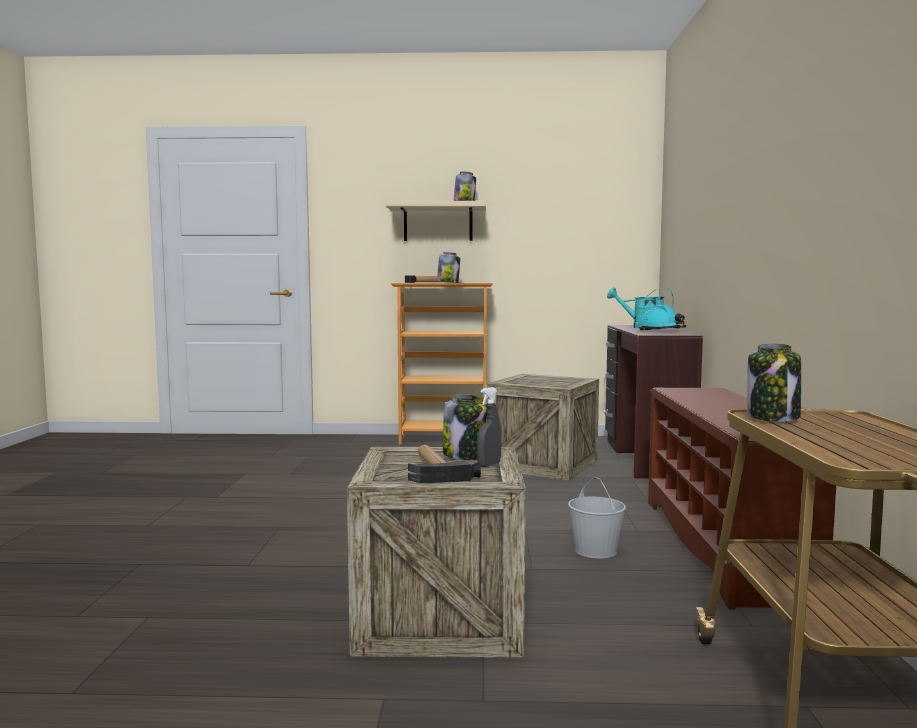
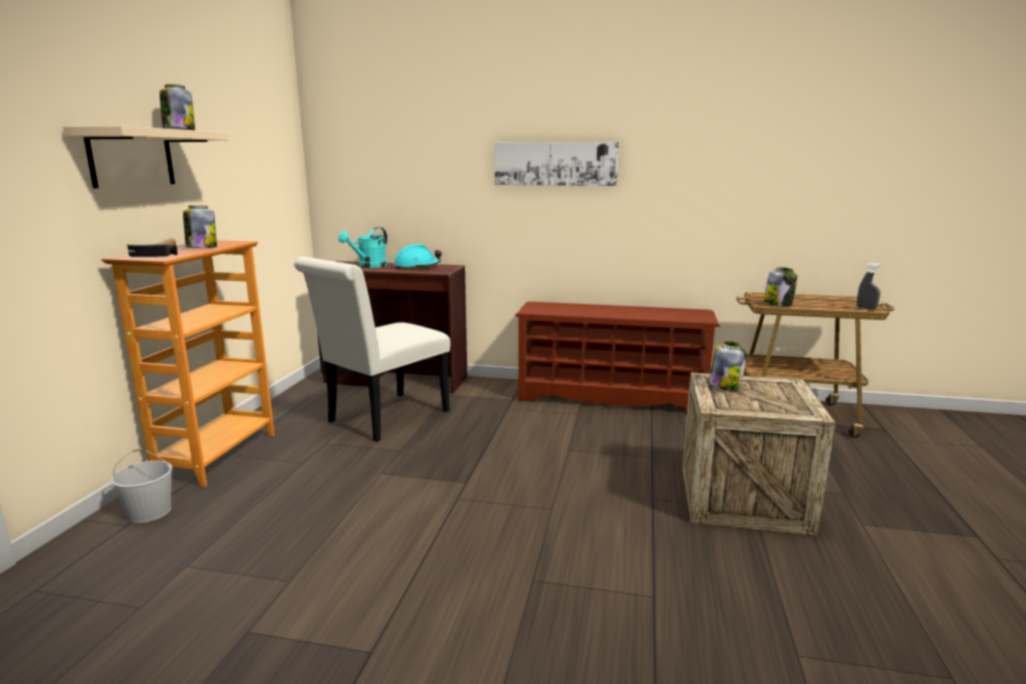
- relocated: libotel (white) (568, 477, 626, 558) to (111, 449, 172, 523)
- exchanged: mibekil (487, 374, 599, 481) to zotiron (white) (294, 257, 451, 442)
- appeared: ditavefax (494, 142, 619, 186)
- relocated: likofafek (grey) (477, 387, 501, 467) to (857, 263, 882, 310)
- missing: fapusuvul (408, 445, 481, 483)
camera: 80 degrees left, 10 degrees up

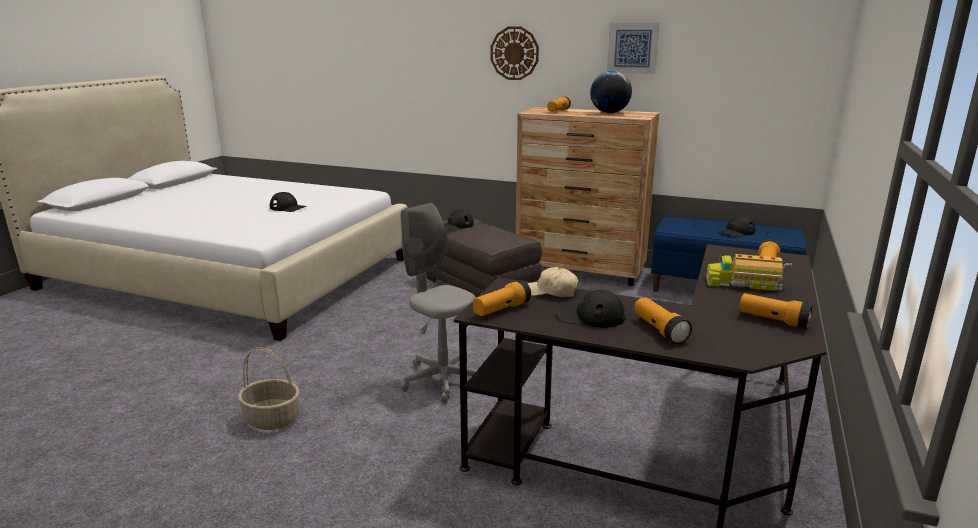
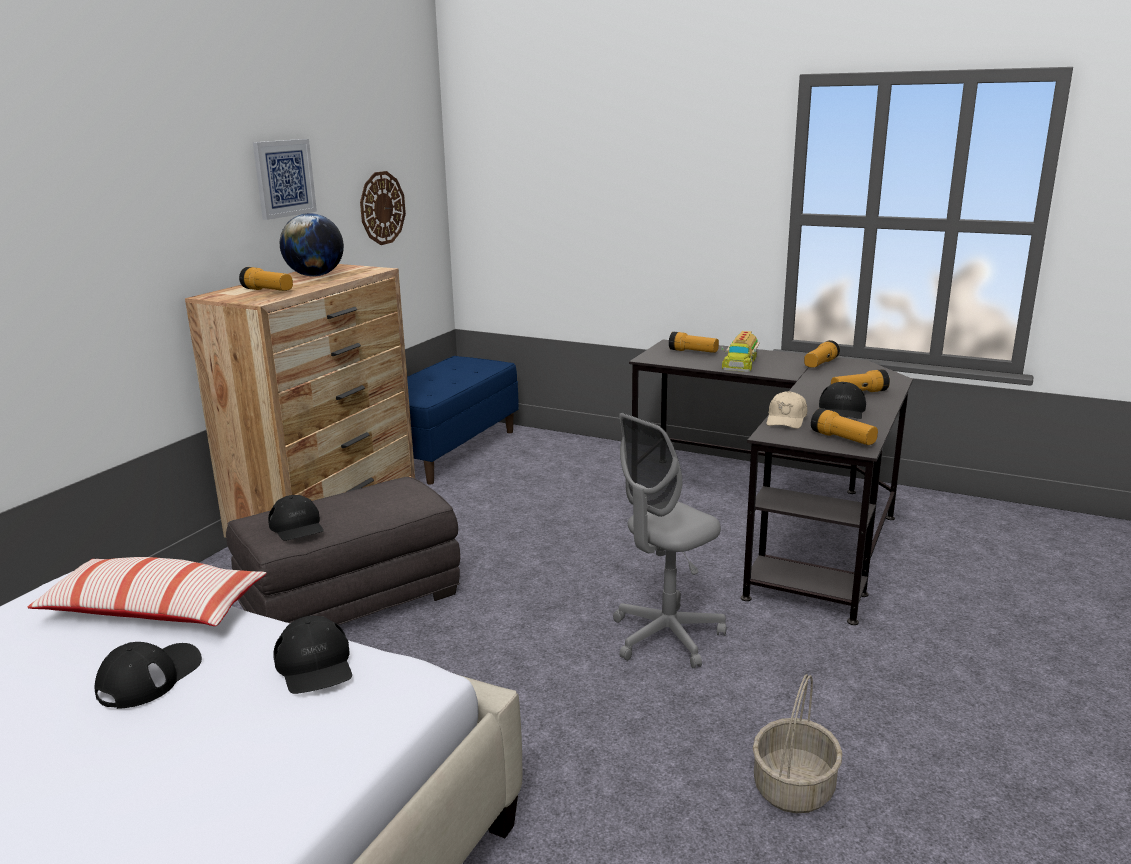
- appeared: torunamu (28, 557, 267, 626)
- relocated: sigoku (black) (719, 215, 756, 237) to (273, 616, 352, 694)
- relocated: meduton (490, 27, 539, 80) to (360, 171, 406, 245)
camera: 85 degrees left, 0 degrees up

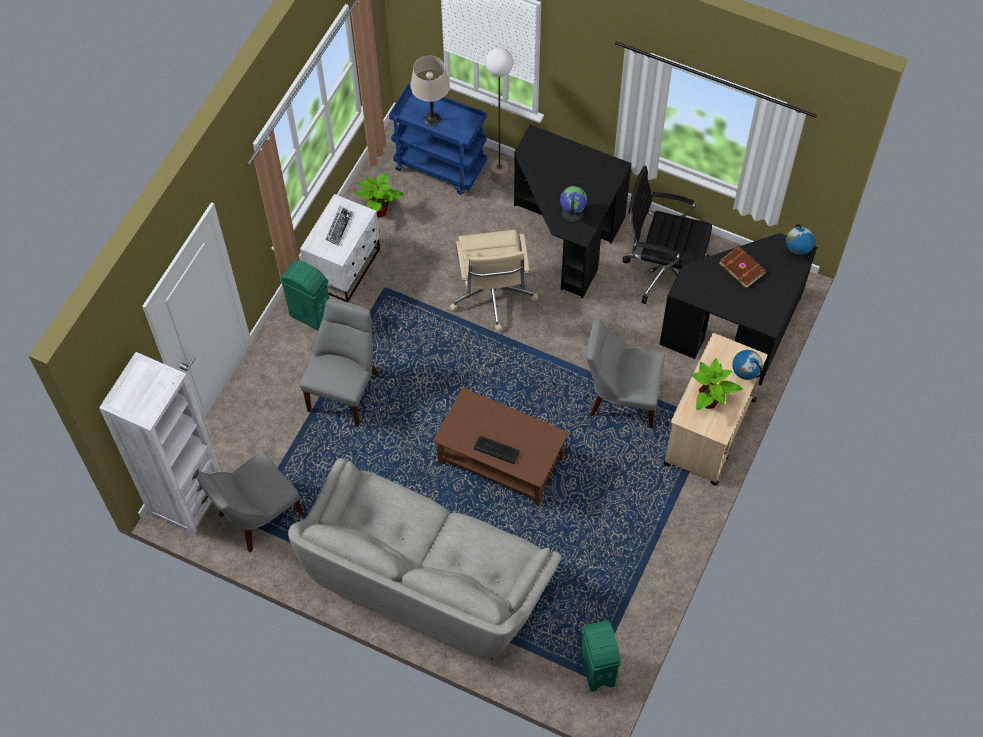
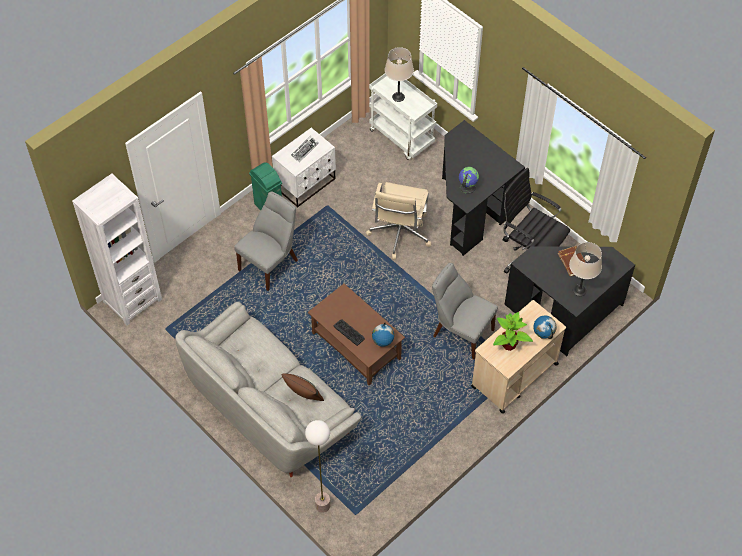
- appeared: torunamu (brown) (282, 374, 324, 401)
- relocated: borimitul (485, 48, 513, 184) to (305, 420, 330, 513)
- colour: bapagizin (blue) (389, 83, 487, 195) to bapagizin (white) (369, 74, 437, 160)
- relocated: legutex (786, 224, 815, 256) to (372, 323, 394, 347)
- appeared: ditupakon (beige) (569, 242, 602, 296)
- missing: zotiron (grey) (197, 451, 304, 553)
- missing: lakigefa (355, 173, 404, 218)
- missing: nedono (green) (580, 620, 621, 692)
camera: 20 degrees right, 5 degrees down

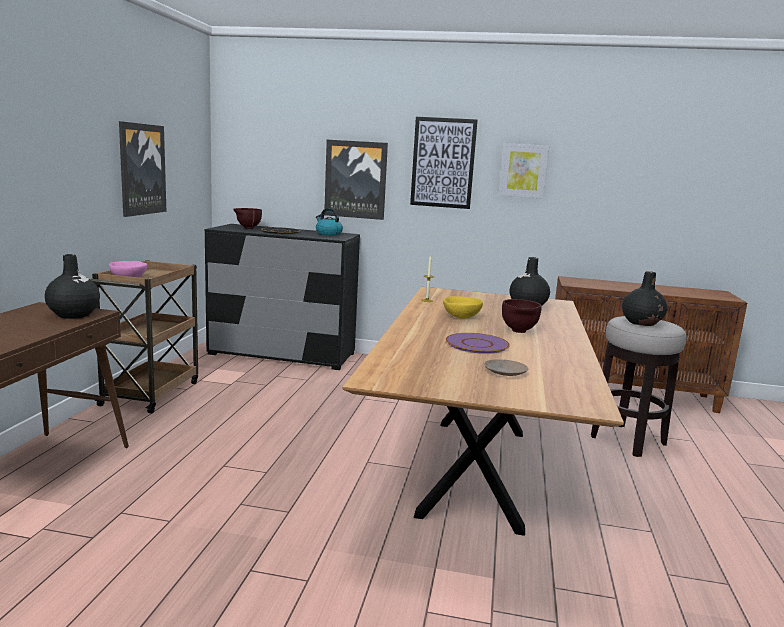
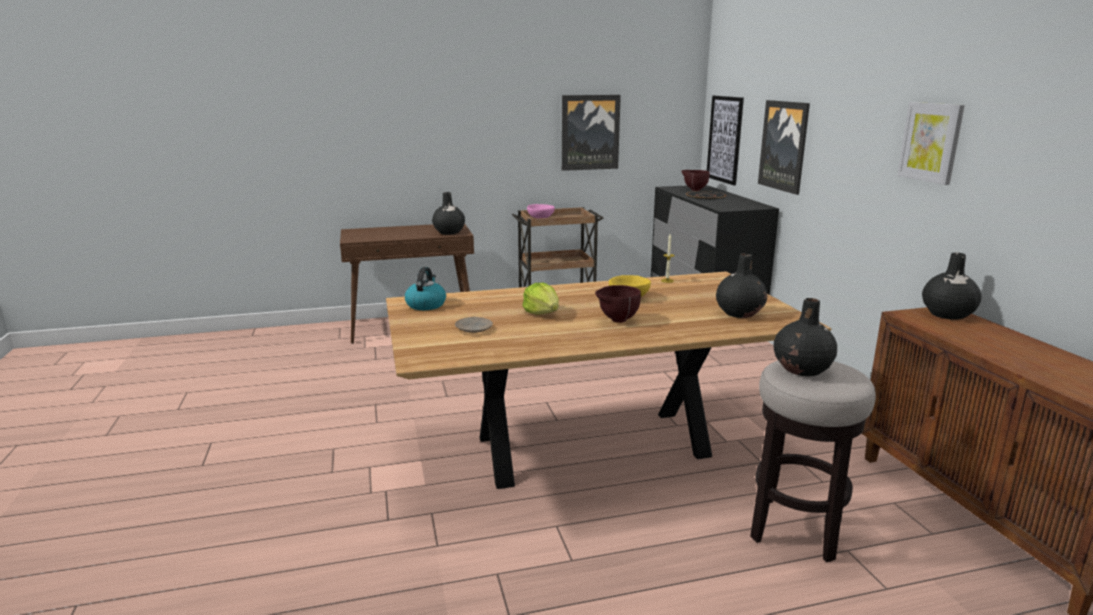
- relocated: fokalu (316, 208, 343, 235) to (405, 267, 446, 310)
- exchanged: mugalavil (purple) (446, 333, 510, 354) to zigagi (522, 283, 559, 314)
- relocated: ditavefax (410, 117, 478, 209) to (707, 96, 744, 185)
- appeared: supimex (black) (922, 253, 982, 320)
camera: 65 degrees right, 5 degrees up

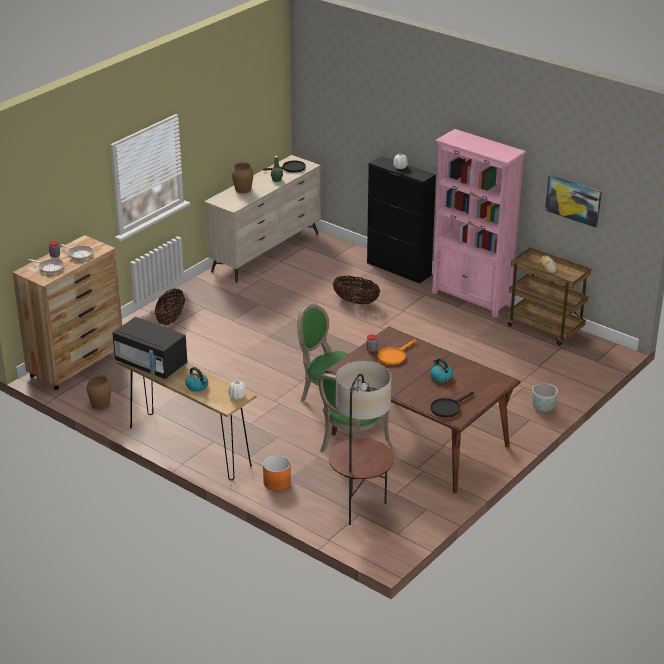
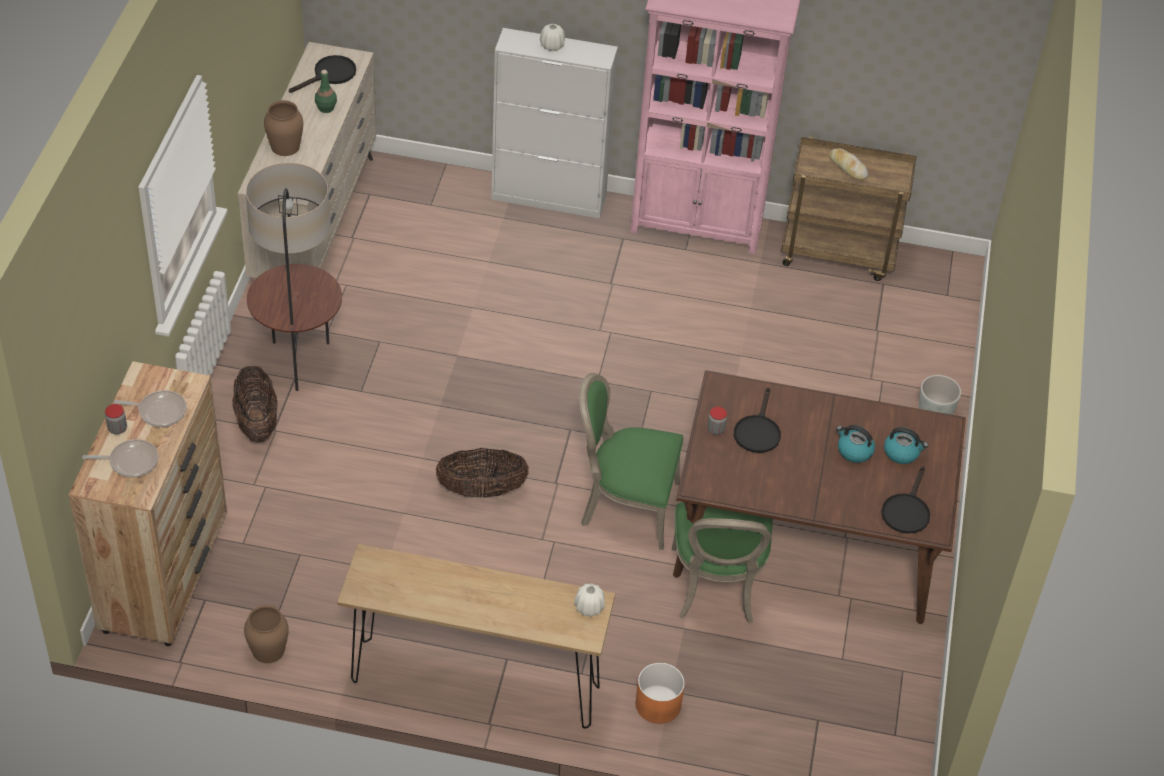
- relocated: borimitul (329, 361, 394, 525) to (246, 163, 342, 391)
- relocated: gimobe (333, 276, 380, 304) to (436, 448, 529, 498)
- colour: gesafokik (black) (367, 156, 436, 283) to gesafokik (white) (491, 28, 618, 218)
- colour: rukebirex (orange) (378, 339, 416, 365) to rukebirex (black) (734, 387, 781, 453)
- relocated: fokalu (185, 367, 208, 392) to (884, 427, 928, 464)
- missing: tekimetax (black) (113, 317, 188, 379)
- missing: ditavefax (545, 175, 602, 228)
camera: 30 degrees left, 15 degrees up

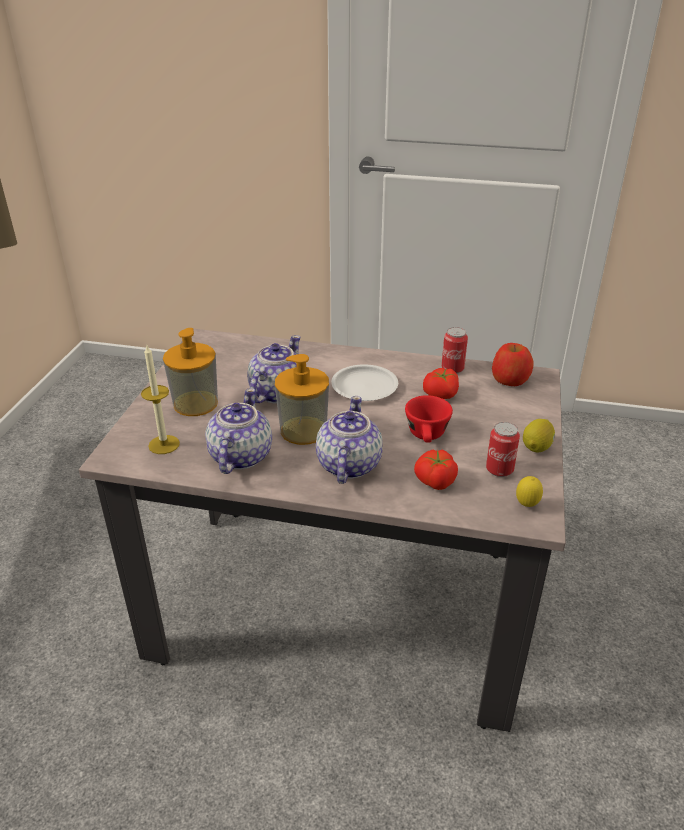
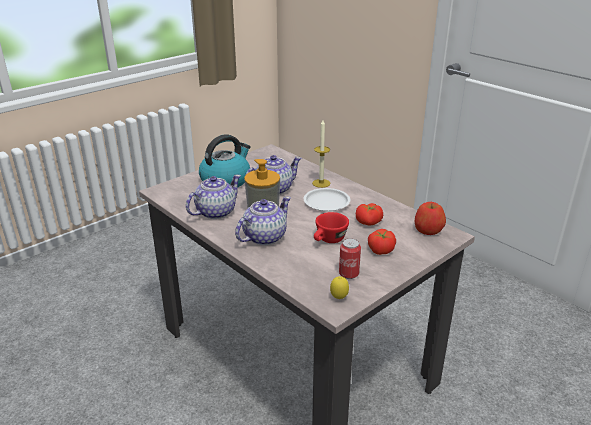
- exchanged: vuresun (163, 328, 218, 416) to fokalu (199, 134, 250, 187)
- relocated: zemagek (141, 344, 180, 454) to (312, 120, 330, 188)
- relocated: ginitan (414, 450, 458, 490) to (368, 229, 396, 255)
- missing: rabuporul (442, 327, 468, 373)
- missing: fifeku (523, 419, 555, 452)
camera: 35 degrees right, 5 degrees down

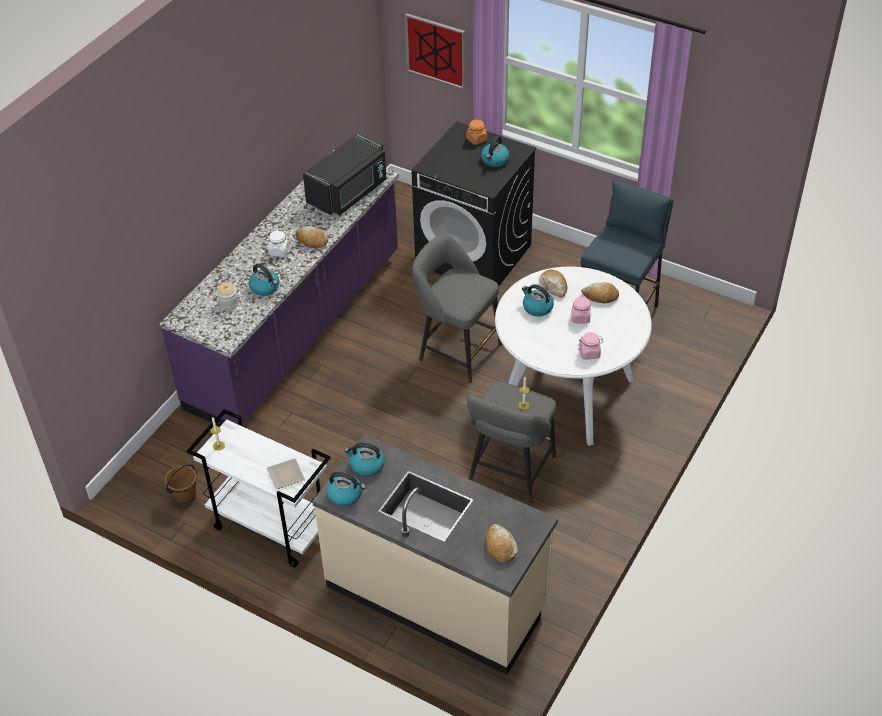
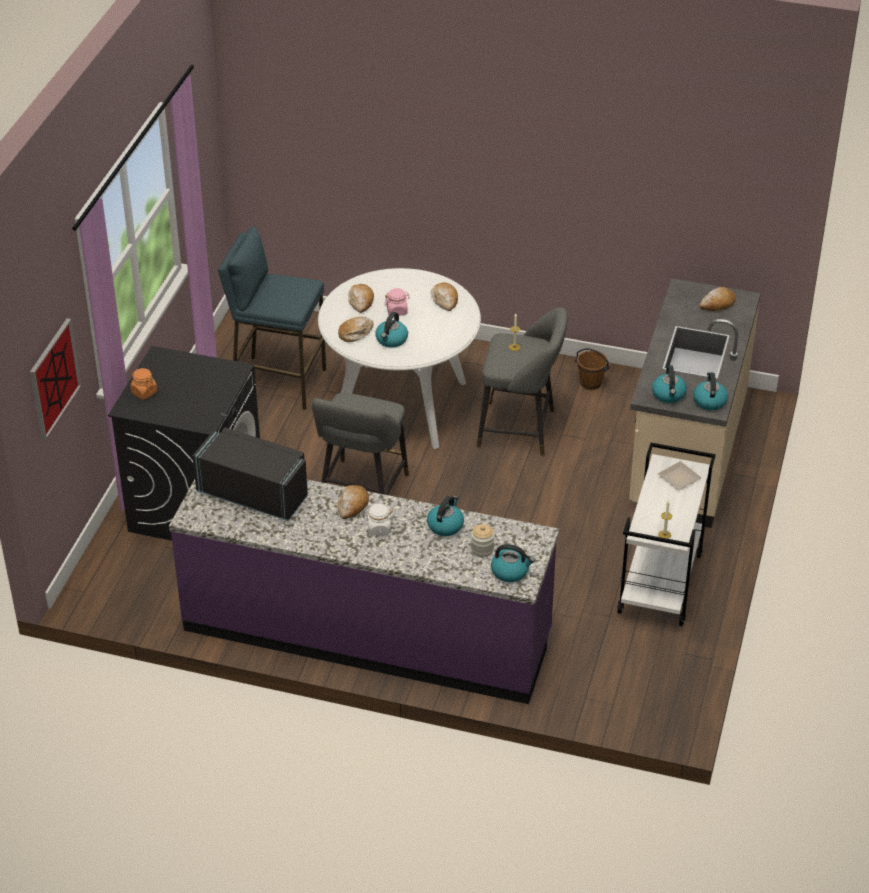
- exchanged: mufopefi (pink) (578, 332, 604, 360) to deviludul (431, 282, 458, 311)
- relocated: fokalu (481, 136, 509, 167) to (491, 544, 535, 582)
- relocated: libotel (brown) (165, 465, 197, 505) to (575, 348, 609, 390)
camera: 105 degrees left, 5 degrees down

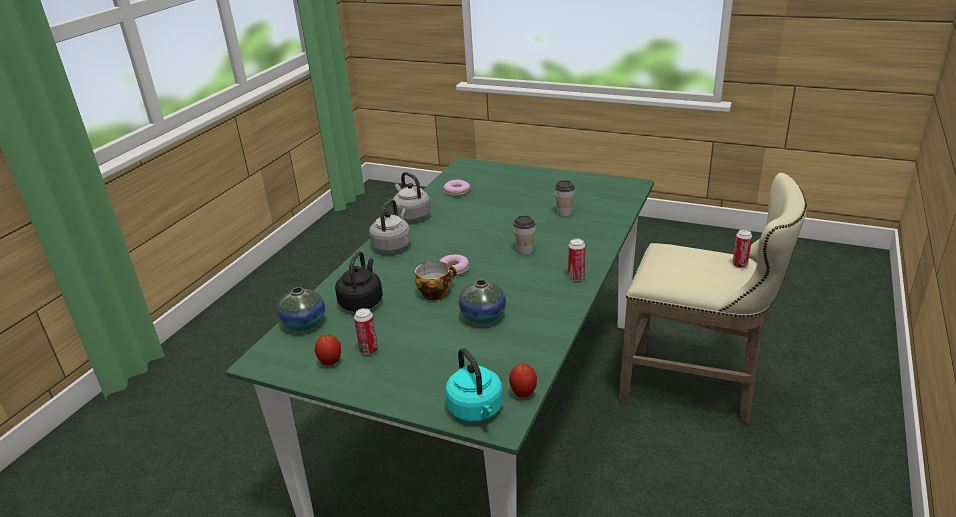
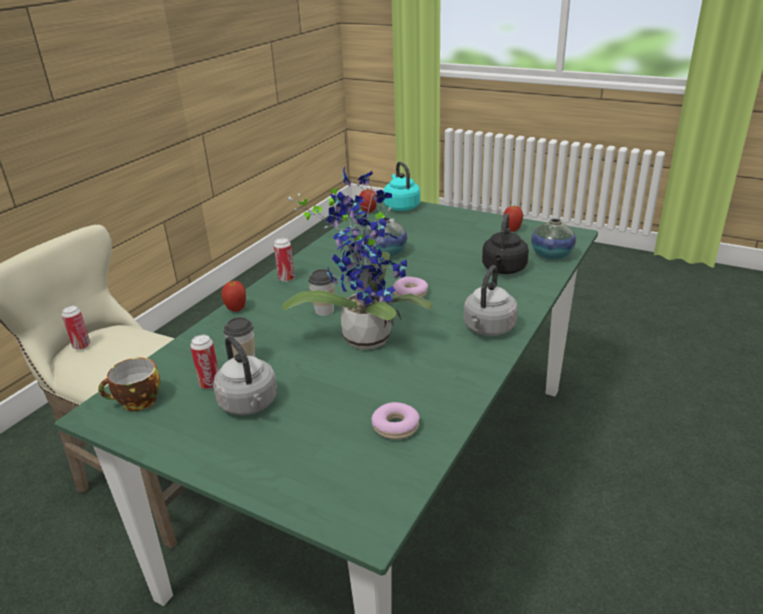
- relocated: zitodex (415, 261, 457, 300) to (98, 357, 160, 411)
- relocated: rabuporul (354, 308, 378, 355) to (190, 335, 218, 389)
- relocated: fokalu (grey) (393, 172, 431, 221) to (213, 336, 277, 415)
- appeared: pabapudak (221, 281, 246, 312)
- appeared: lakigefa (282, 167, 433, 350)
camera: 175 degrees left, 0 degrees up

